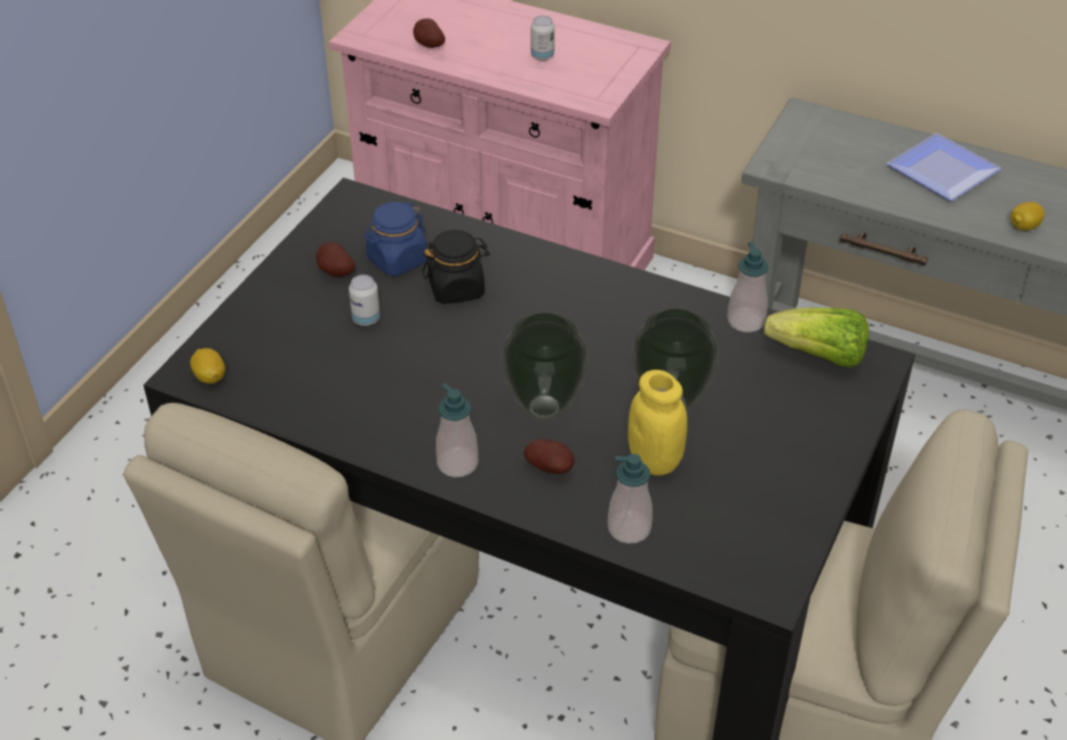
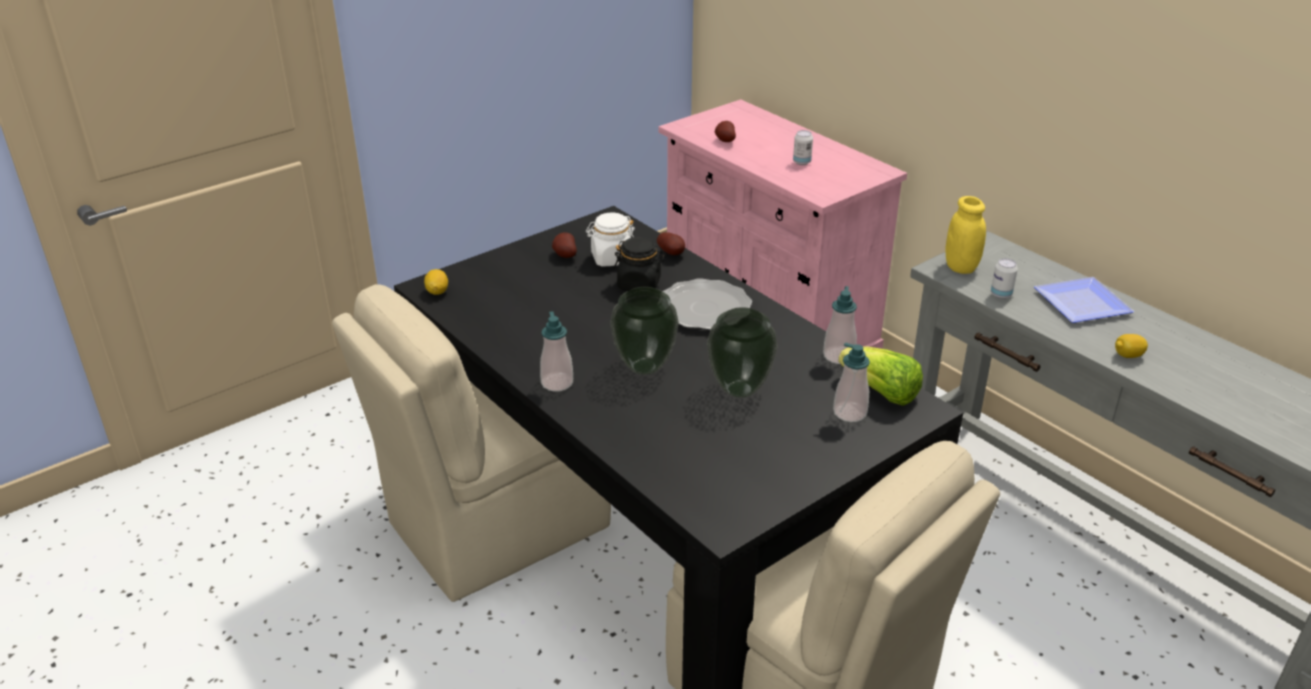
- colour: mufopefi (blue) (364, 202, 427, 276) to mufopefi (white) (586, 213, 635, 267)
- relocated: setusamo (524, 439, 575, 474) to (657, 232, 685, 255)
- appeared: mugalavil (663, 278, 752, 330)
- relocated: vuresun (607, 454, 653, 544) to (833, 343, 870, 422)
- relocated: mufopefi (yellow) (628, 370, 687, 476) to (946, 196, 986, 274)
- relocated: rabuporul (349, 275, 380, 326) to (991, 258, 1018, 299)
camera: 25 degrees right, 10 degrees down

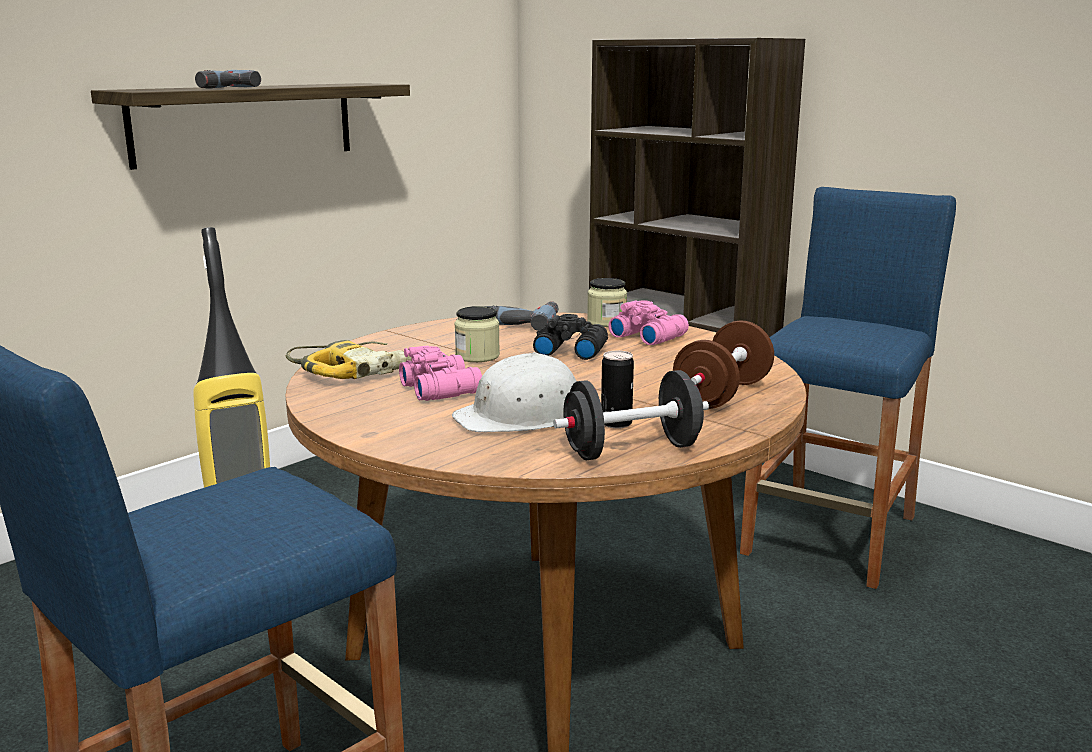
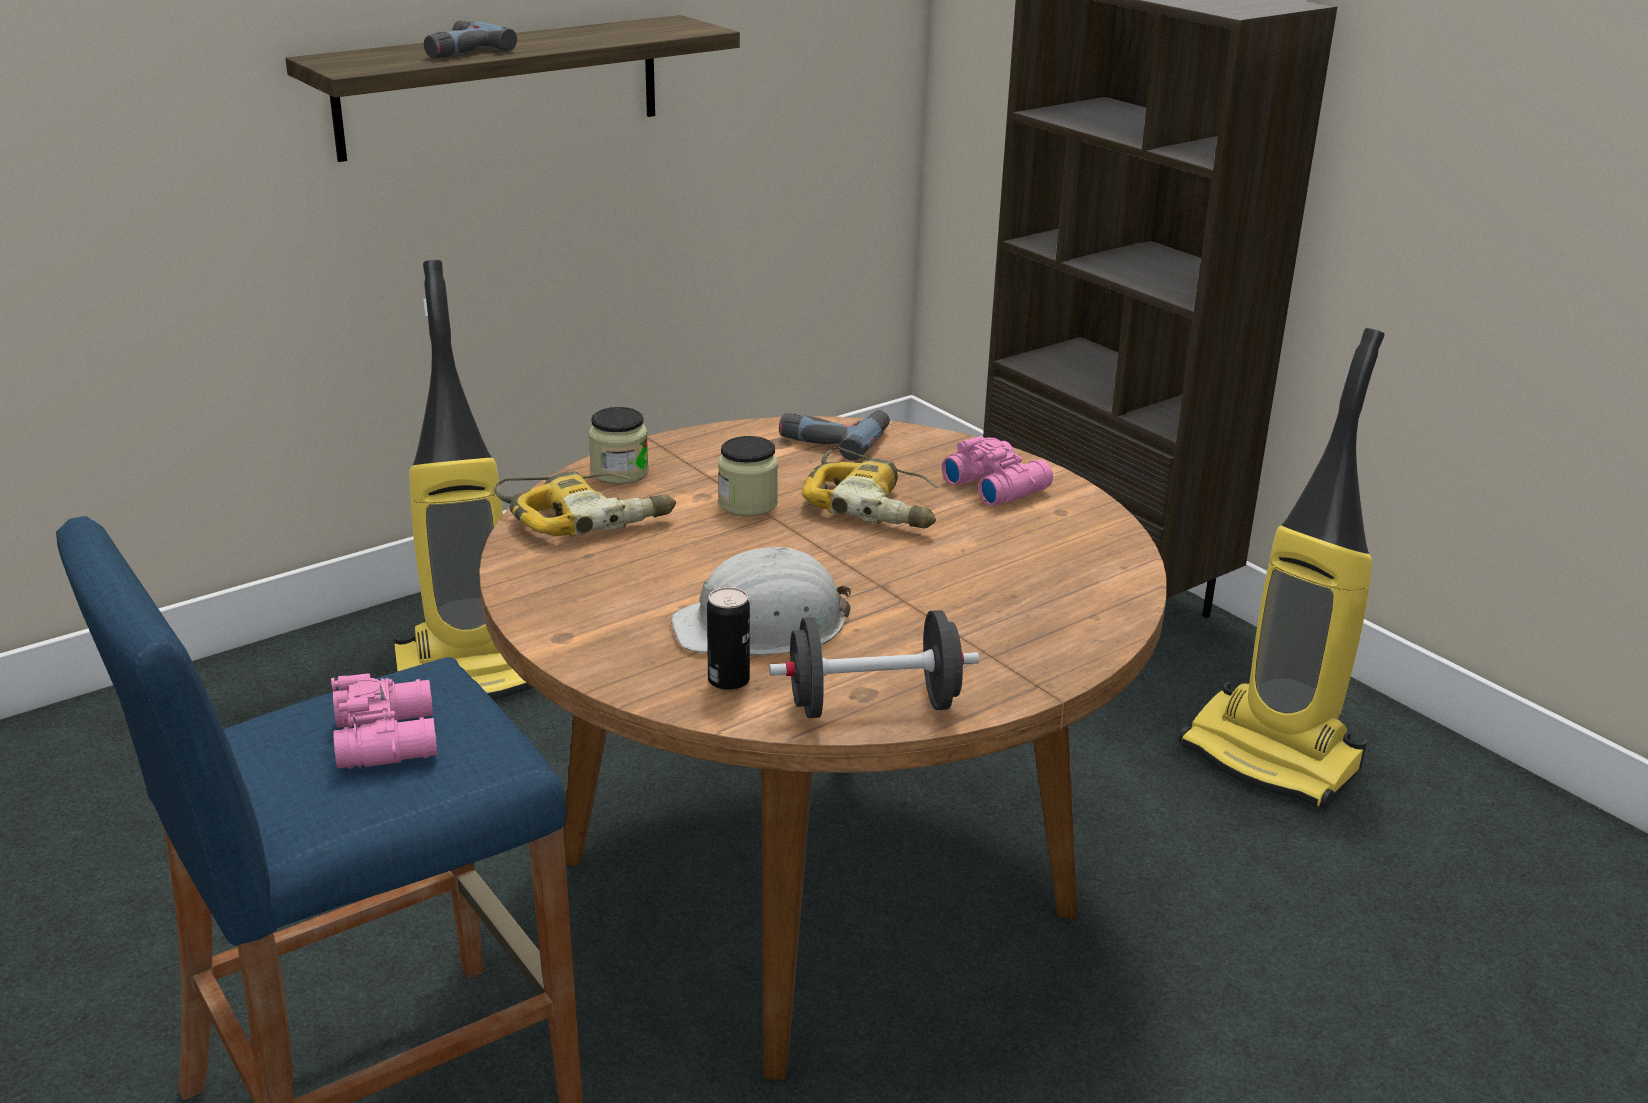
- relocated: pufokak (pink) (399, 345, 482, 401) to (331, 673, 438, 769)
- relocated: mufopefi (587, 278, 627, 327) to (589, 407, 649, 484)
- relocated: rabuporul (601, 351, 634, 429) to (707, 587, 750, 690)
- exchanged: pufokak (black) (533, 314, 608, 360) to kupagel (802, 447, 939, 528)
- exchanged: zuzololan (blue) (740, 187, 956, 589) to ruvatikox (1179, 328, 1384, 809)
- missing: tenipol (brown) (673, 320, 774, 409)
camera: 10 degrees right, 10 degrees up

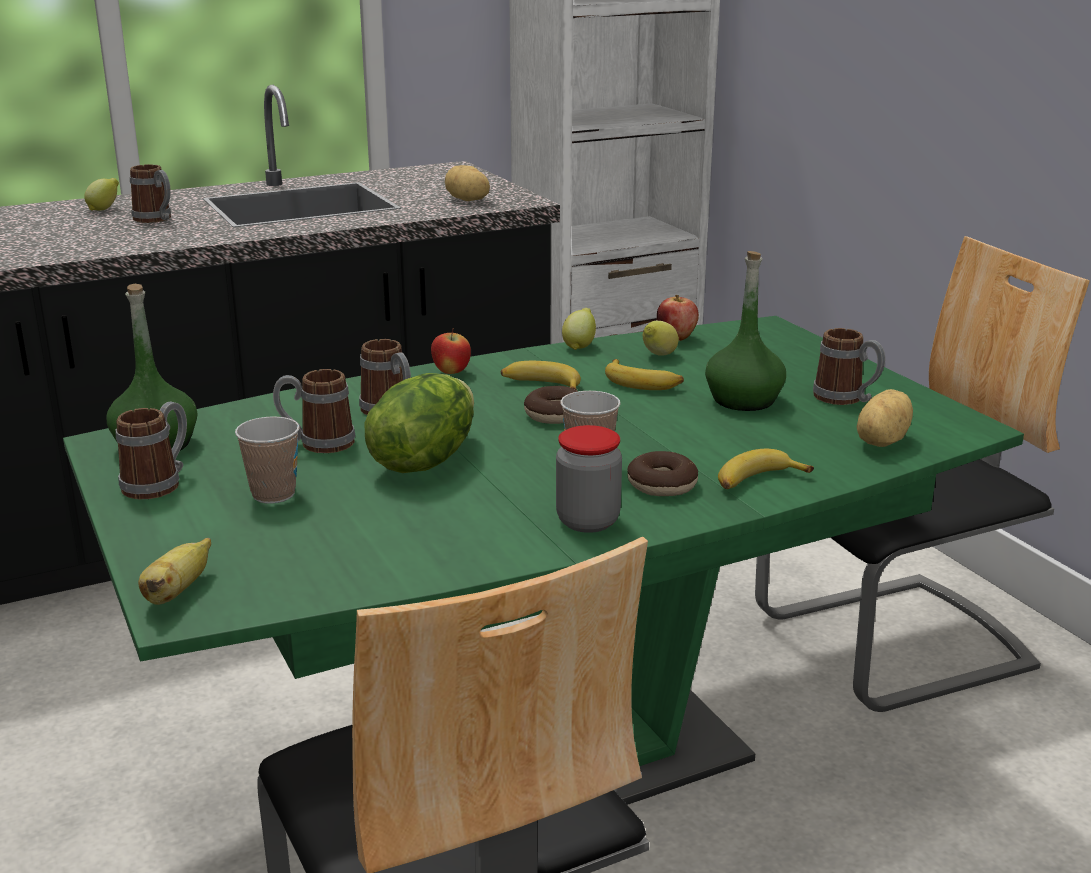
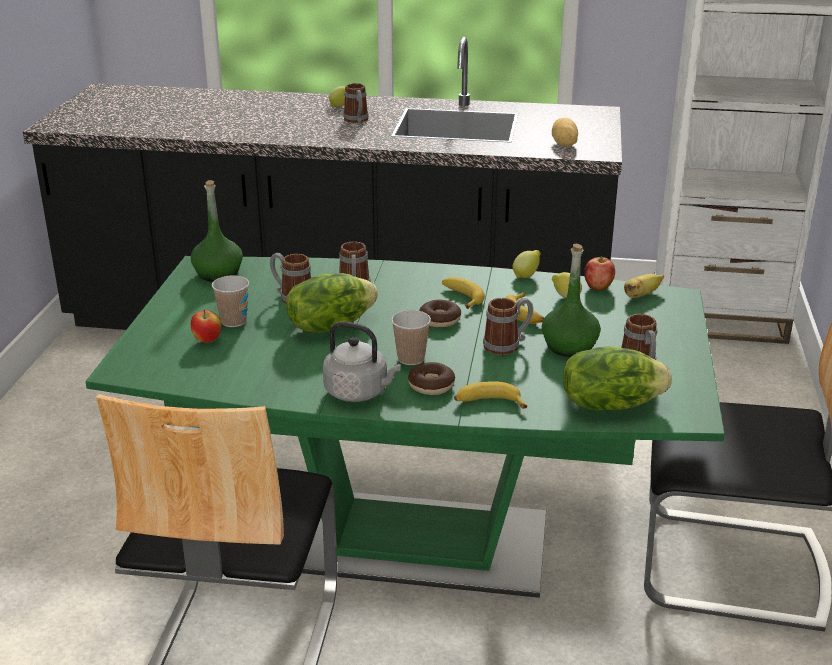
- relocated: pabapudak (431, 328, 471, 374) to (191, 310, 221, 342)
- exchanged: mufopefi (556, 425, 622, 533) to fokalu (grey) (323, 322, 401, 402)
- relocated: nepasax (115, 401, 187, 499) to (483, 298, 533, 355)
- exchanged: setusamo (857, 389, 913, 447) to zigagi (563, 346, 672, 411)
- relocated: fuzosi (138, 538, 211, 605) to (624, 274, 664, 298)
camera: 35 degrees right, 5 degrees up

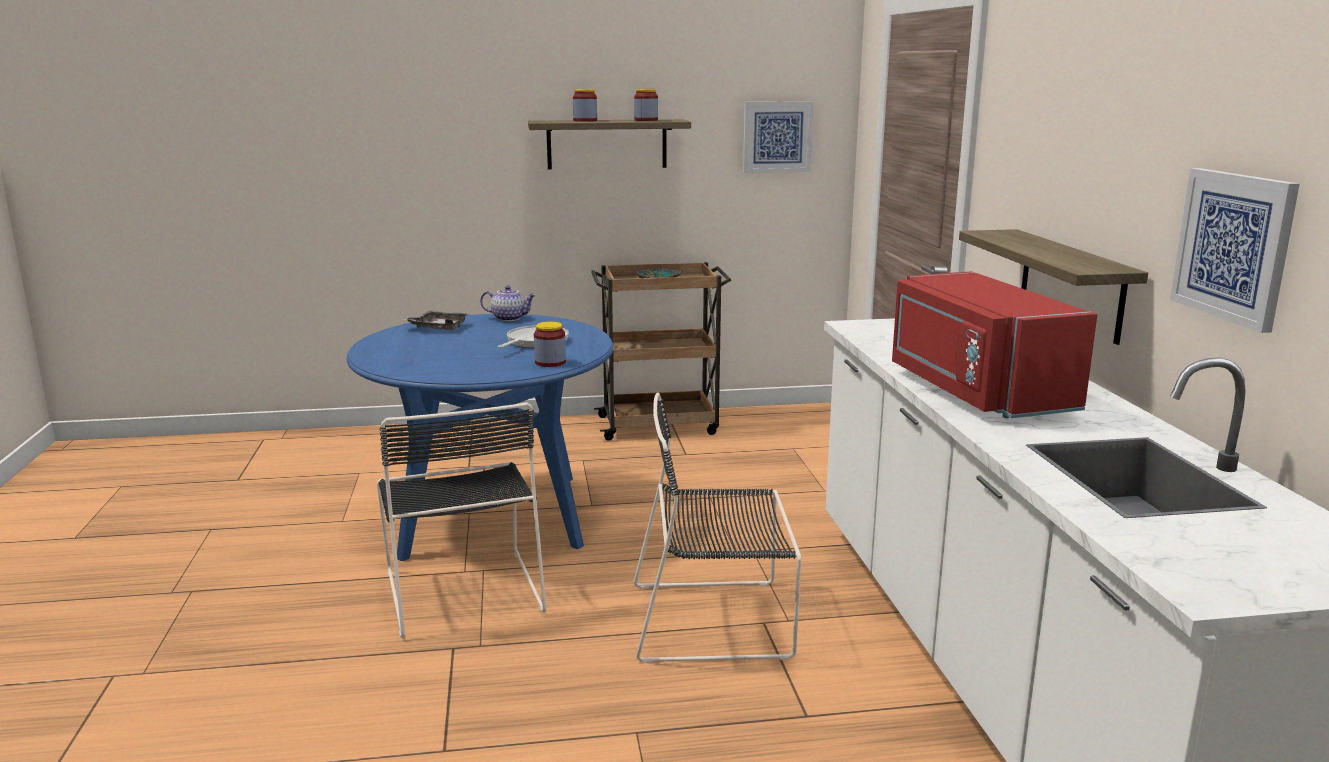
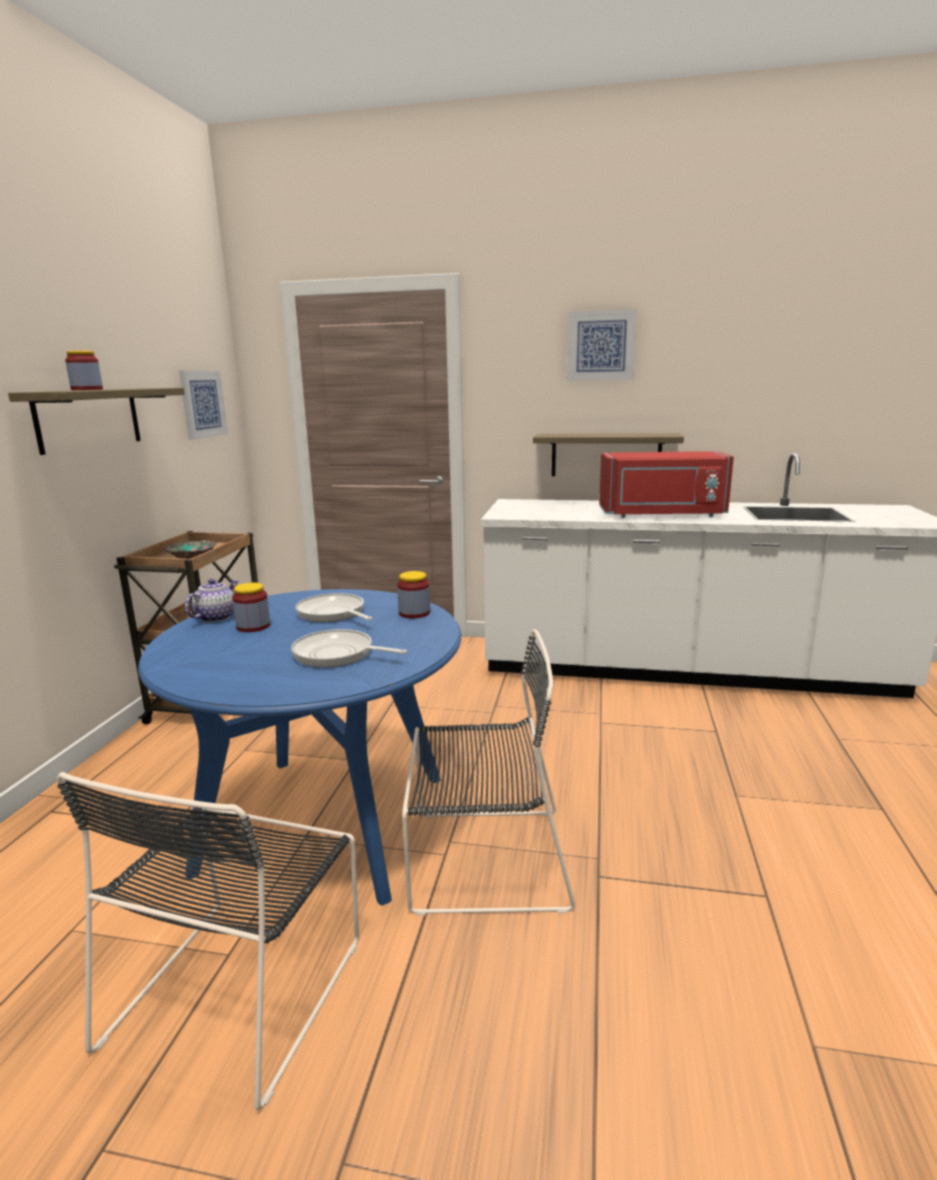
- relocated: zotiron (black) (634, 393, 801, 663) to (57, 772, 359, 1110)
- relocated: mufopefi (634, 89, 658, 121) to (232, 583, 270, 632)
- appeared: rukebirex (291, 629, 407, 668)
- relocated: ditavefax (1170, 168, 1300, 333) to (567, 309, 637, 381)
- missing: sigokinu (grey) (402, 311, 469, 330)
camera: 70 degrees left, 0 degrees up

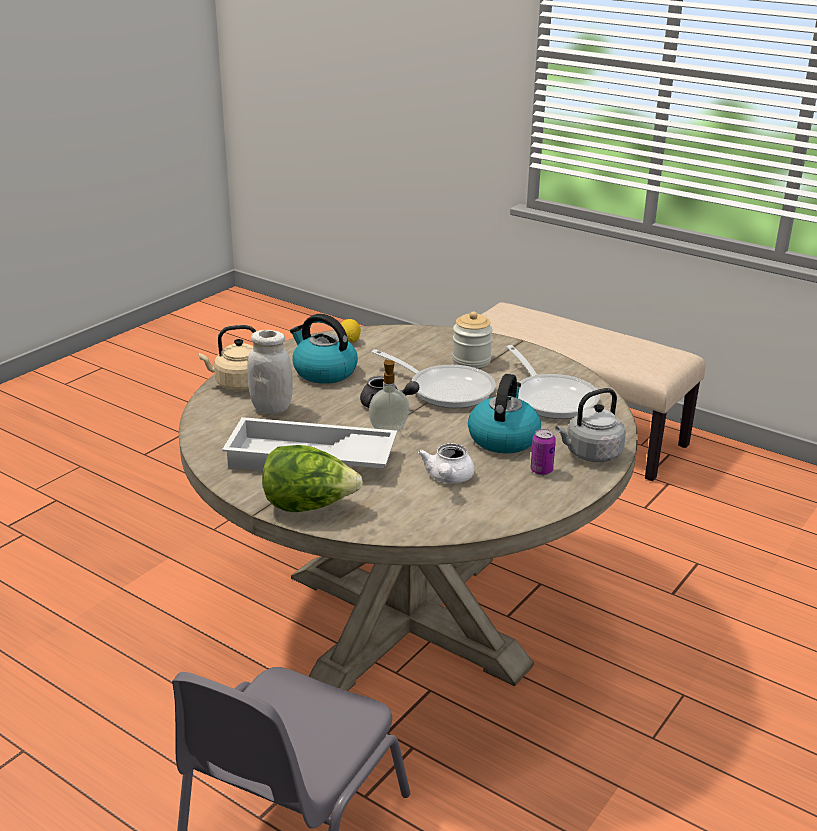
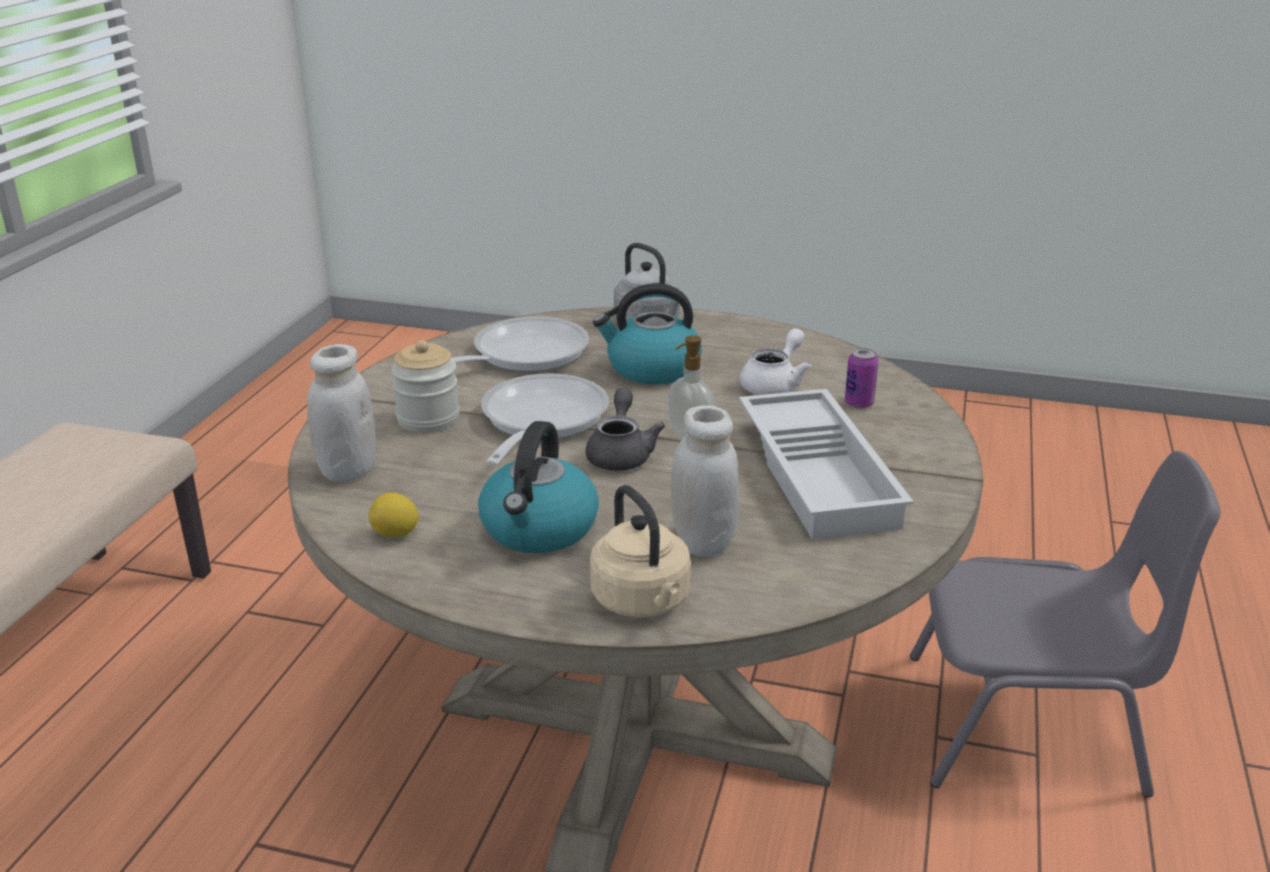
- appeared: mufopefi (white) (307, 344, 375, 482)
- spun: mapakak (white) (418, 443, 475, 483) = (740, 329, 811, 395) 45 degrees counterclockwise
- relocated: rabuporul (530, 429, 556, 475) to (845, 348, 879, 409)
- missing: zigagi (262, 445, 363, 512)
camera: 110 degrees left, 0 degrees up

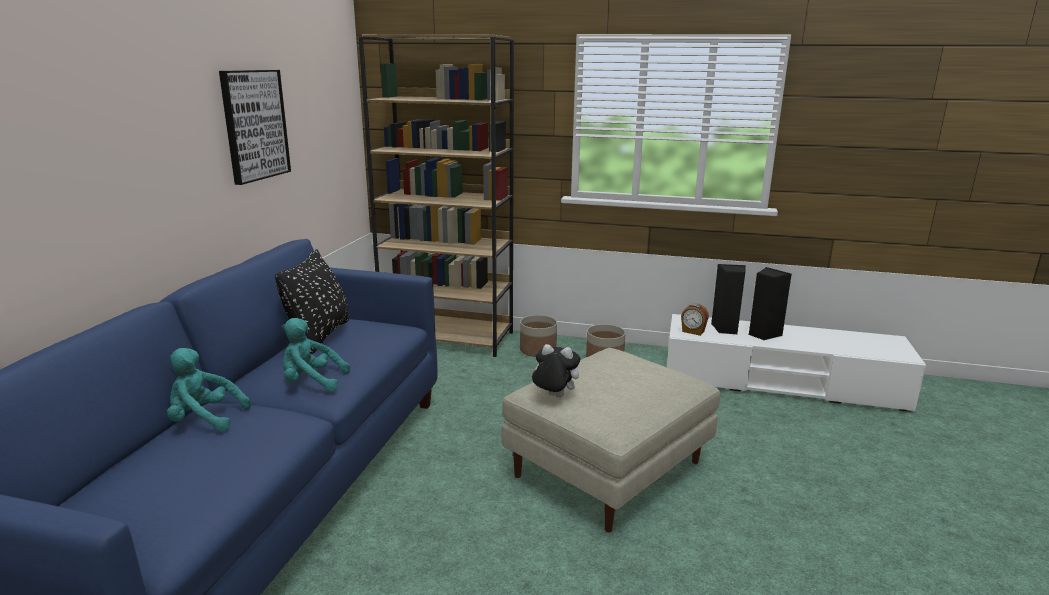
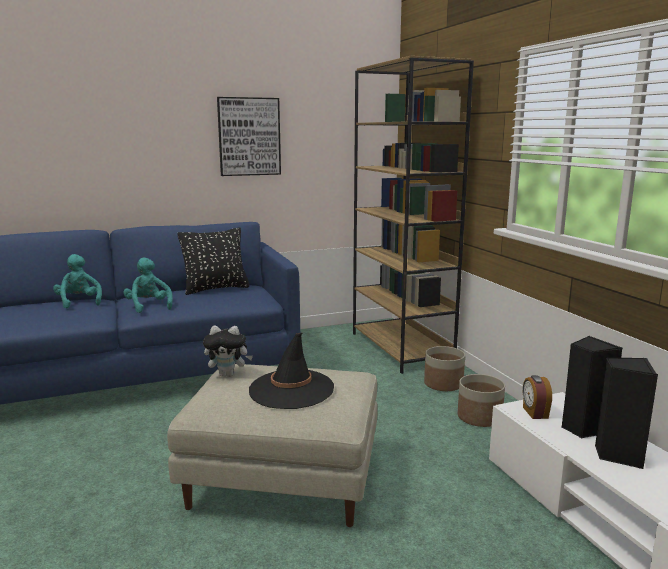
- spun: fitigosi (530, 344, 580, 398) = (203, 326, 253, 377) 105 degrees clockwise
- appeared: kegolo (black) (249, 333, 334, 409)
camera: 55 degrees right, 5 degrees down

